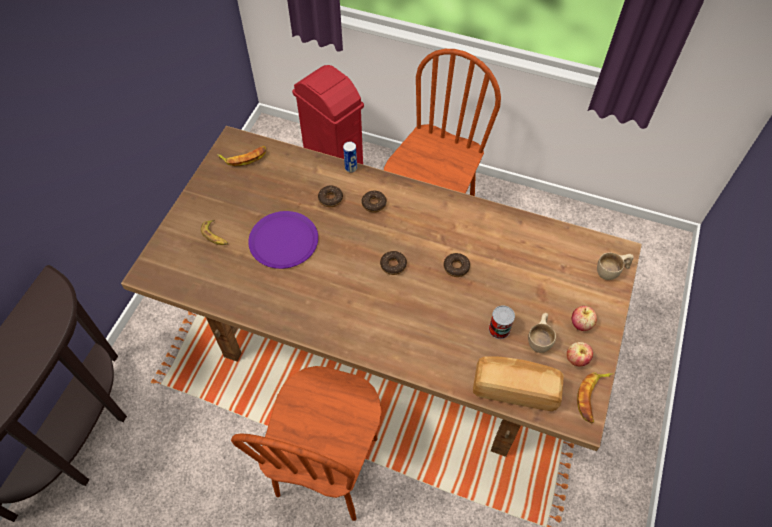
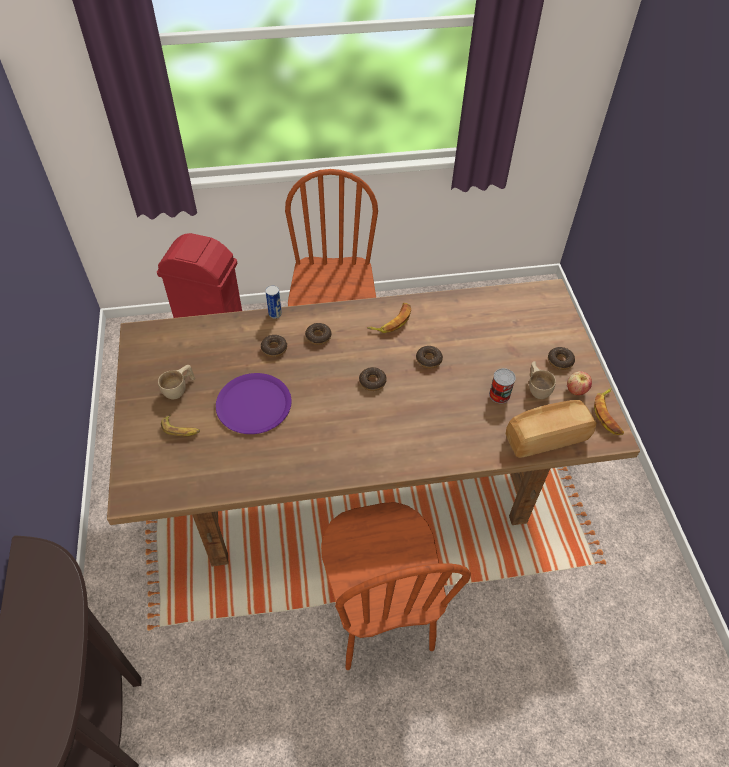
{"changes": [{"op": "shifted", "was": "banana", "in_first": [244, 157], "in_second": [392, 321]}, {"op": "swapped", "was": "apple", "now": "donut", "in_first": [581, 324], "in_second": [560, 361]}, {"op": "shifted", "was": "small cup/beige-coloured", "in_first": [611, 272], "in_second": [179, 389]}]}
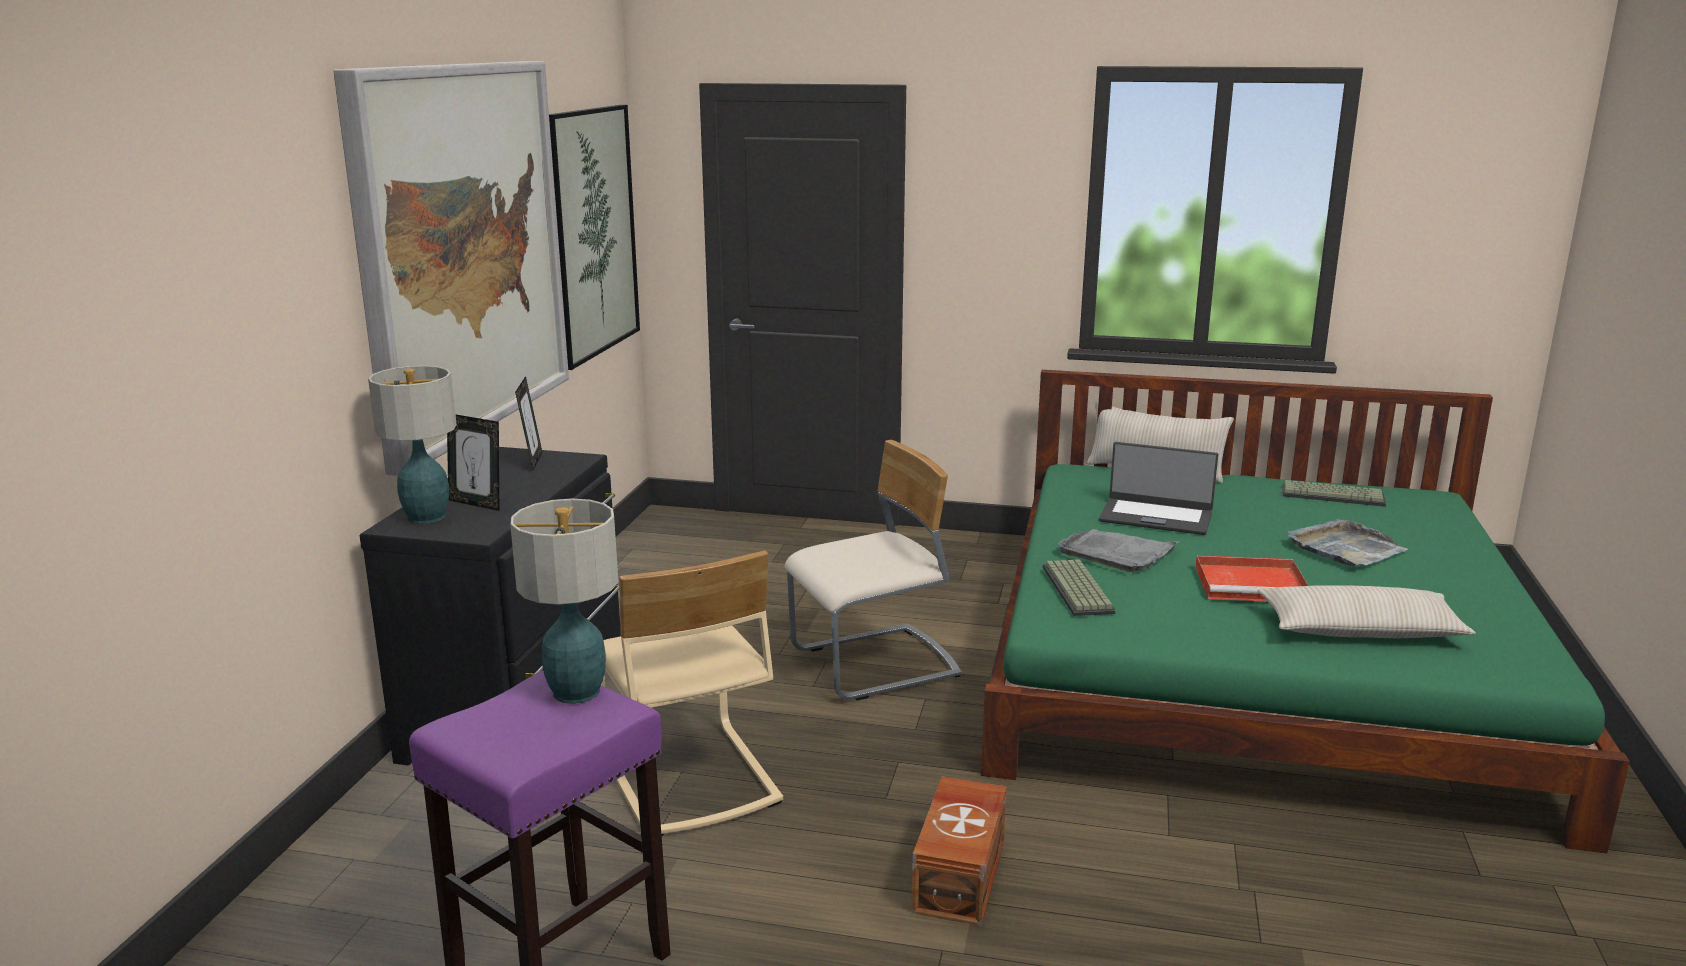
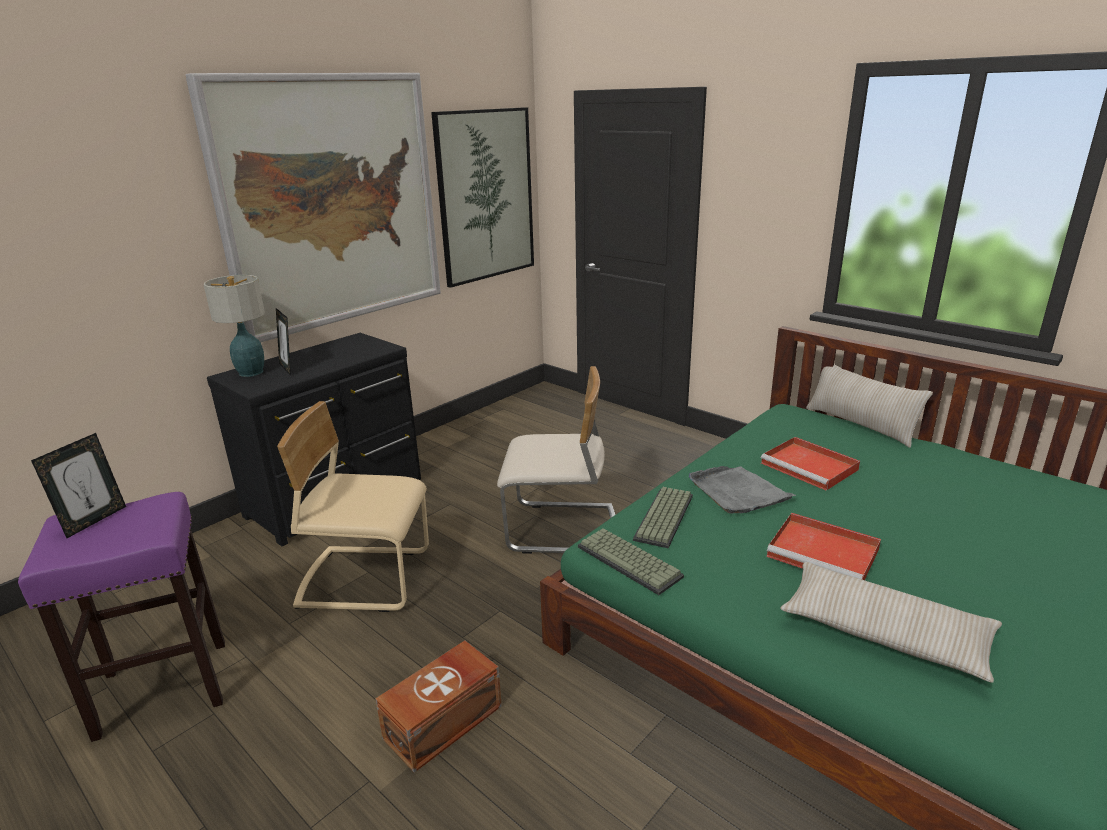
{"changes": [{"op": "gone", "was": "tabletop lamp", "in_first": [577, 692]}, {"op": "shifted", "was": "picture frame", "in_first": [532, 461], "in_second": [94, 520]}, {"op": "rotated", "was": "plain chair/beige-coloured", "in_first": [687, 779], "in_second": [365, 578], "clockwise": 90}, {"op": "swapped", "was": "notebook computer", "now": "carrying tray/red", "in_first": [1156, 517], "in_second": [811, 467]}, {"op": "shifted", "was": "computer keyboard", "in_first": [1333, 495], "in_second": [631, 561]}, {"op": "gone", "was": "carrying tray/greyish", "in_first": [1345, 548]}]}
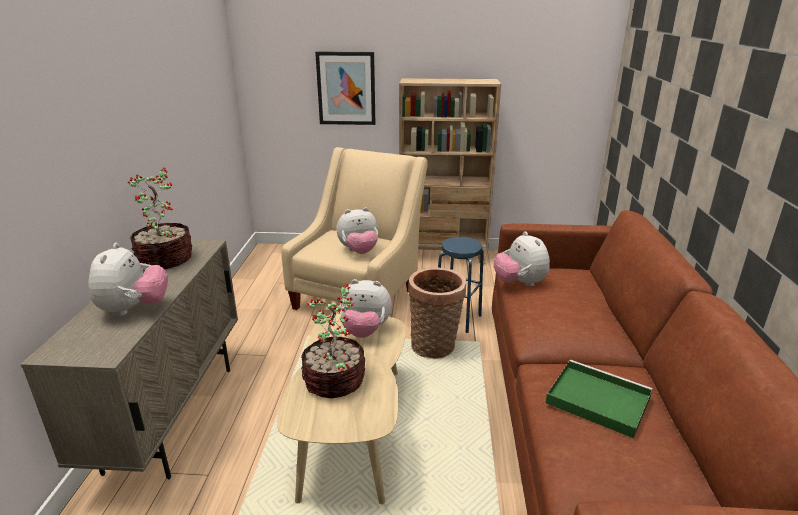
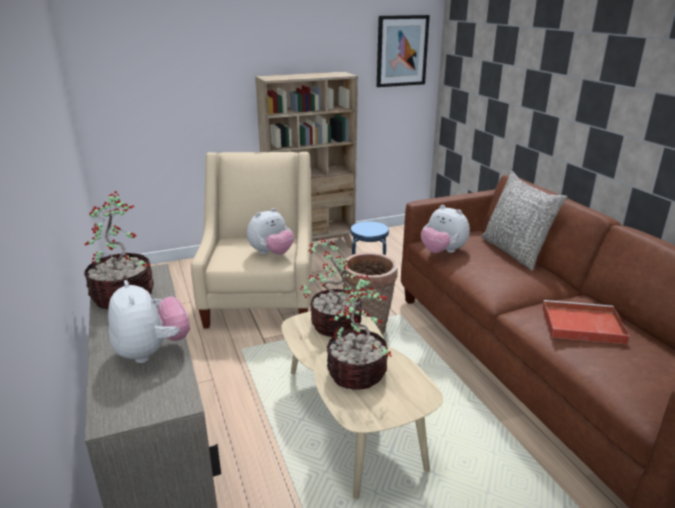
{"changes": [{"op": "shifted", "was": "wall picture", "in_first": [346, 88], "in_second": [402, 51]}, {"op": "swapped", "was": "soft toy", "now": "plant in a pot", "in_first": [365, 331], "in_second": [334, 324]}, {"op": "repainted", "was": "carrying tray/greenish", "now": "carrying tray/red", "in_first": [595, 400], "in_second": [580, 325]}, {"op": "new", "now": "pillow/greyish", "in_second": [515, 252]}]}
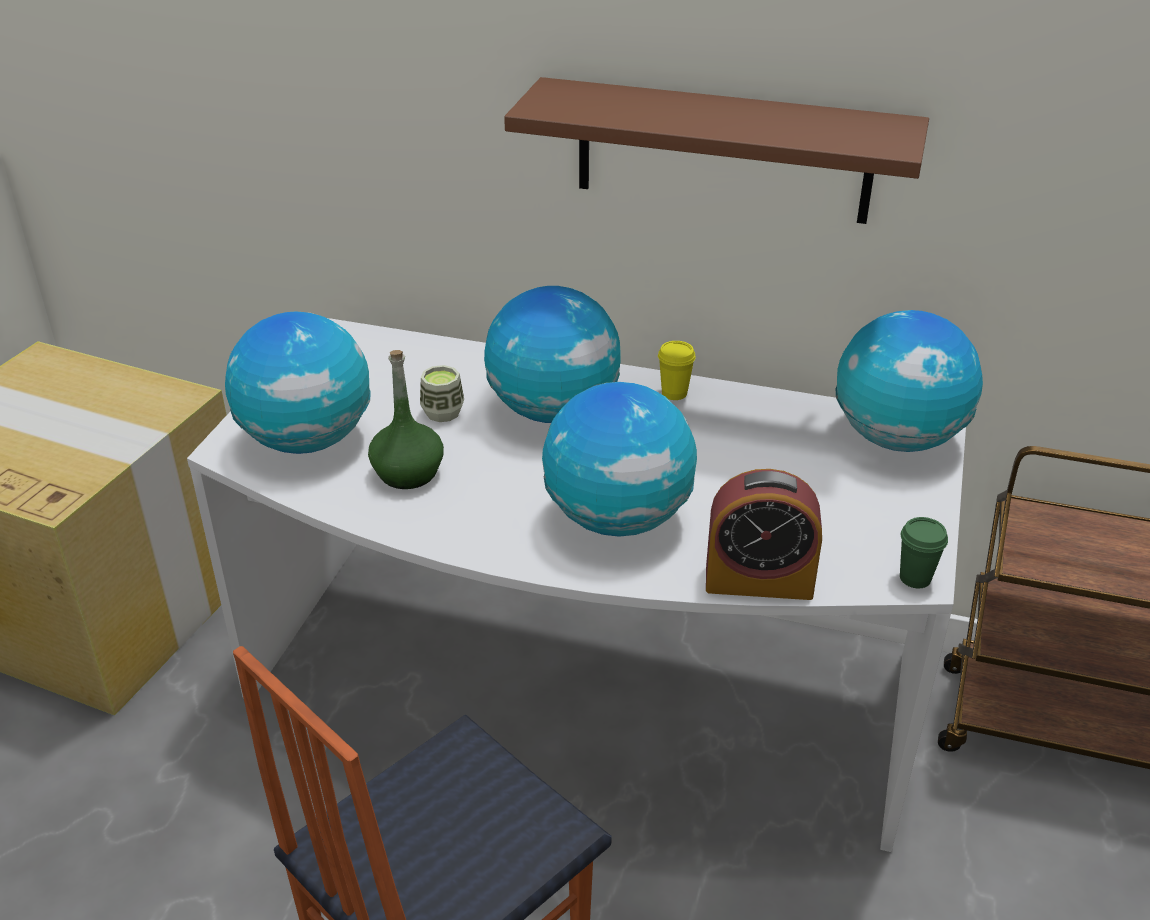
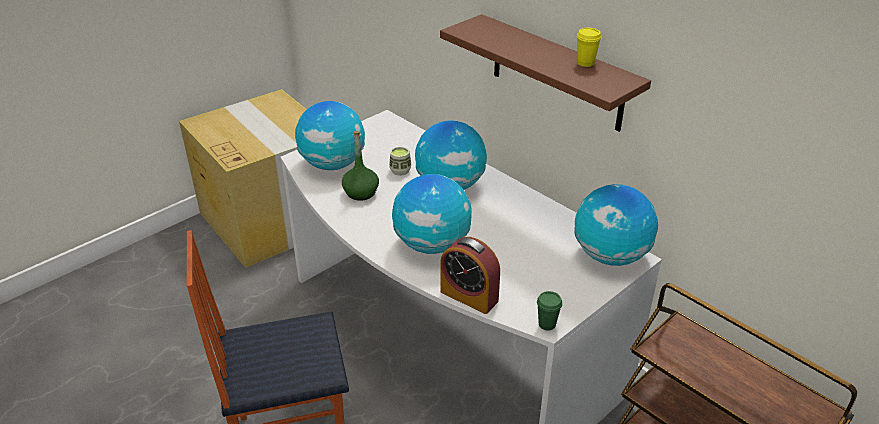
{"changes": [{"op": "shifted", "was": "small cup/yellow-coloured", "in_first": [674, 393], "in_second": [585, 63]}]}
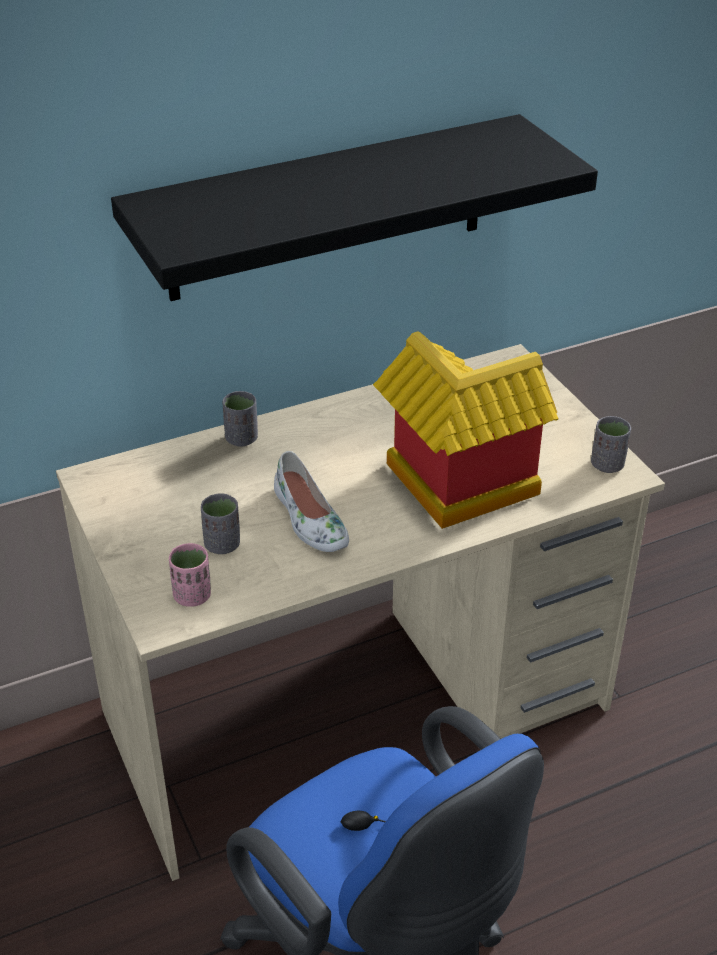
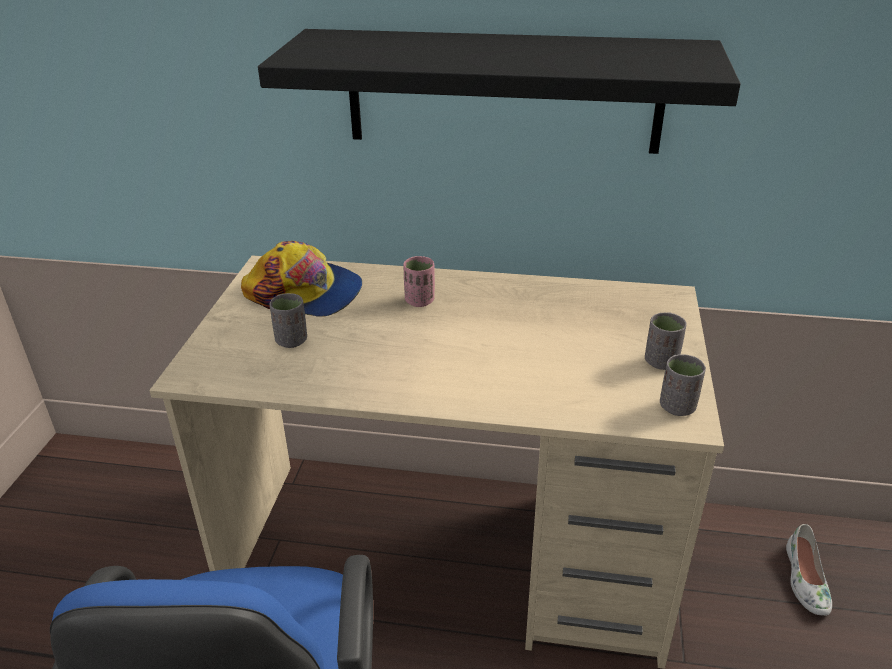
{"changes": [{"op": "shifted", "was": "small cup/pink-coloured", "in_first": [192, 596], "in_second": [420, 301]}, {"op": "shifted", "was": "small cup/greyish", "in_first": [241, 439], "in_second": [661, 362]}, {"op": "shifted", "was": "low shoe/white-coloured", "in_first": [309, 520], "in_second": [805, 579]}, {"op": "gone", "was": "miniature house", "in_first": [453, 489]}, {"op": "new", "now": "peaked cap", "in_second": [305, 293]}]}
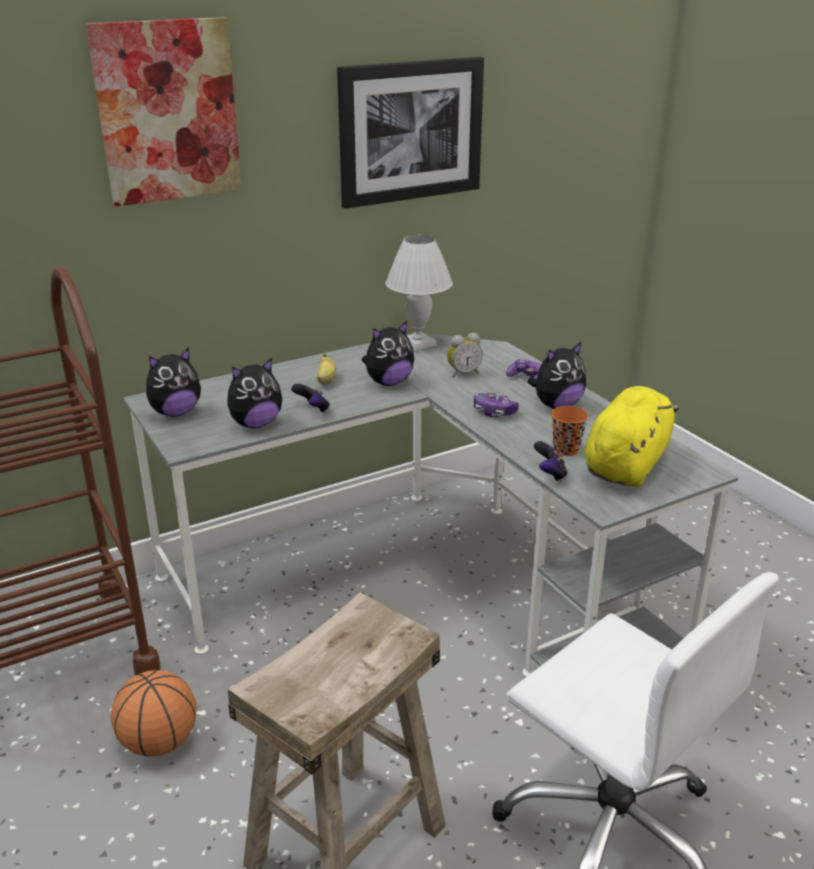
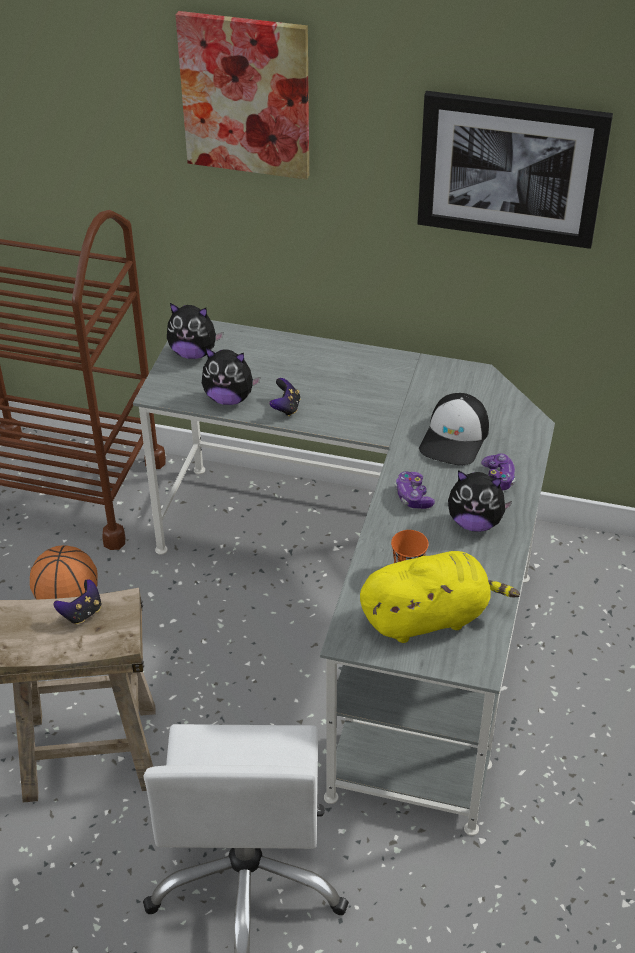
{"changes": [{"op": "gone", "was": "banana", "in_first": [326, 380]}, {"op": "gone", "was": "soft toy", "in_first": [388, 382]}, {"op": "gone", "was": "tabletop lamp/white-coloured", "in_first": [418, 344]}, {"op": "swapped", "was": "table clock", "now": "peaked cap", "in_first": [463, 373], "in_second": [455, 438]}, {"op": "shifted", "was": "game controller", "in_first": [550, 474], "in_second": [82, 613]}]}
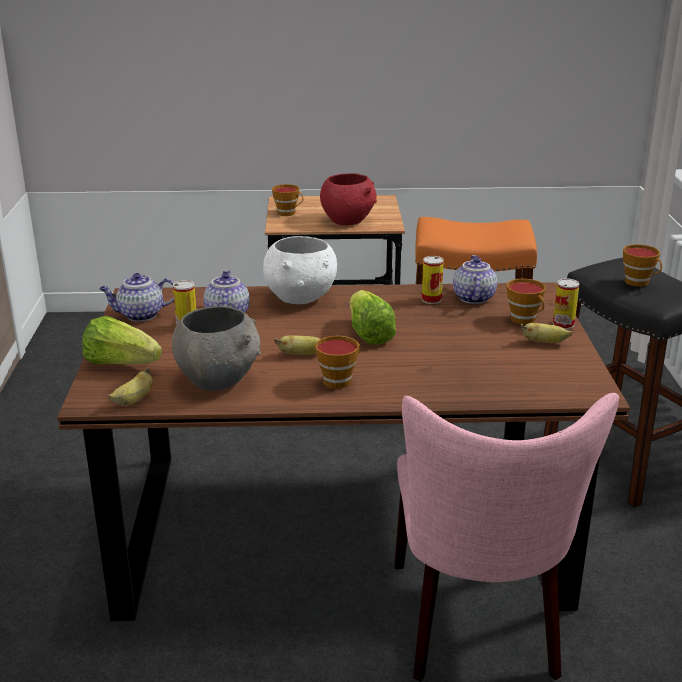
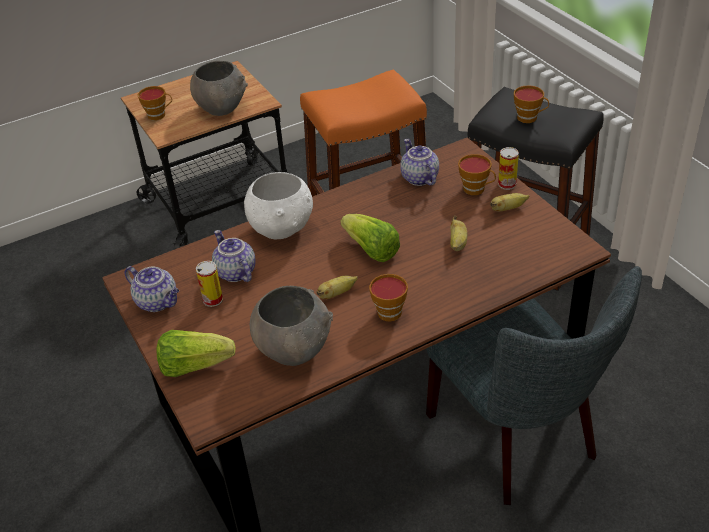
{"changes": [{"op": "rotated", "was": "teapot", "in_first": [140, 315], "in_second": [158, 302], "clockwise": -105}, {"op": "shifted", "was": "banana", "in_first": [134, 400], "in_second": [457, 243]}, {"op": "repainted", "was": "serving bowl/red", "now": "serving bowl/greyish", "in_first": [348, 221], "in_second": [221, 108]}, {"op": "repainted", "was": "plain chair/pink-coloured", "now": "plain chair/greyish", "in_first": [477, 627], "in_second": [519, 441]}, {"op": "gone", "was": "sealed can", "in_first": [431, 299]}]}
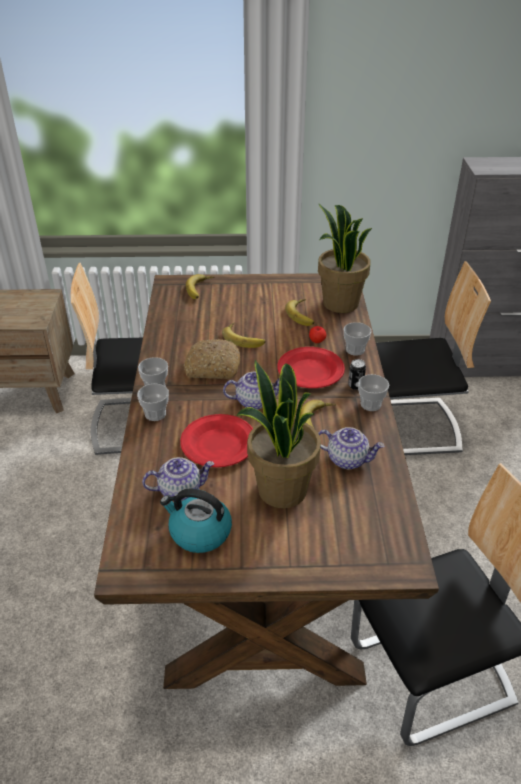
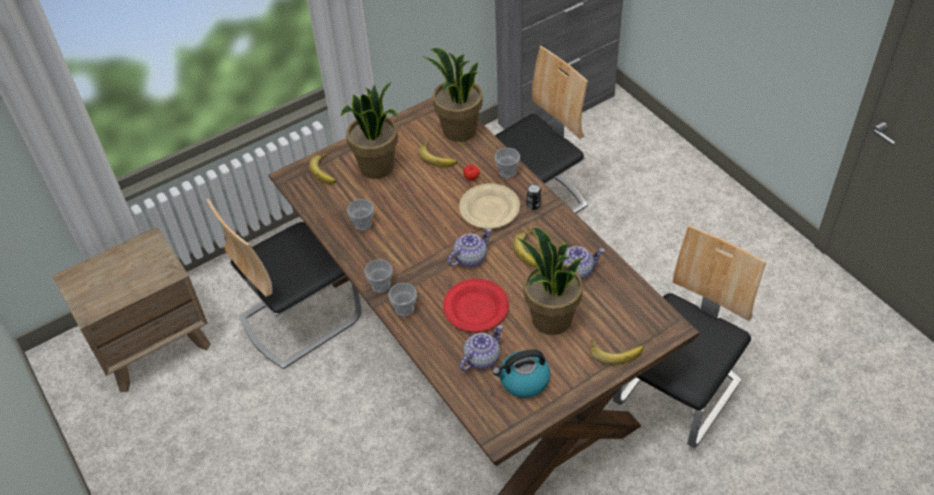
{"changes": [{"op": "gone", "was": "bakery bread", "in_first": [212, 367]}, {"op": "shifted", "was": "banana", "in_first": [244, 338], "in_second": [615, 351]}, {"op": "repainted", "was": "plate/red", "now": "plate/beige-coloured", "in_first": [310, 371], "in_second": [489, 209]}, {"op": "shifted", "was": "small cup", "in_first": [370, 404], "in_second": [363, 224]}, {"op": "new", "now": "plant in a pot", "in_second": [377, 167]}]}
